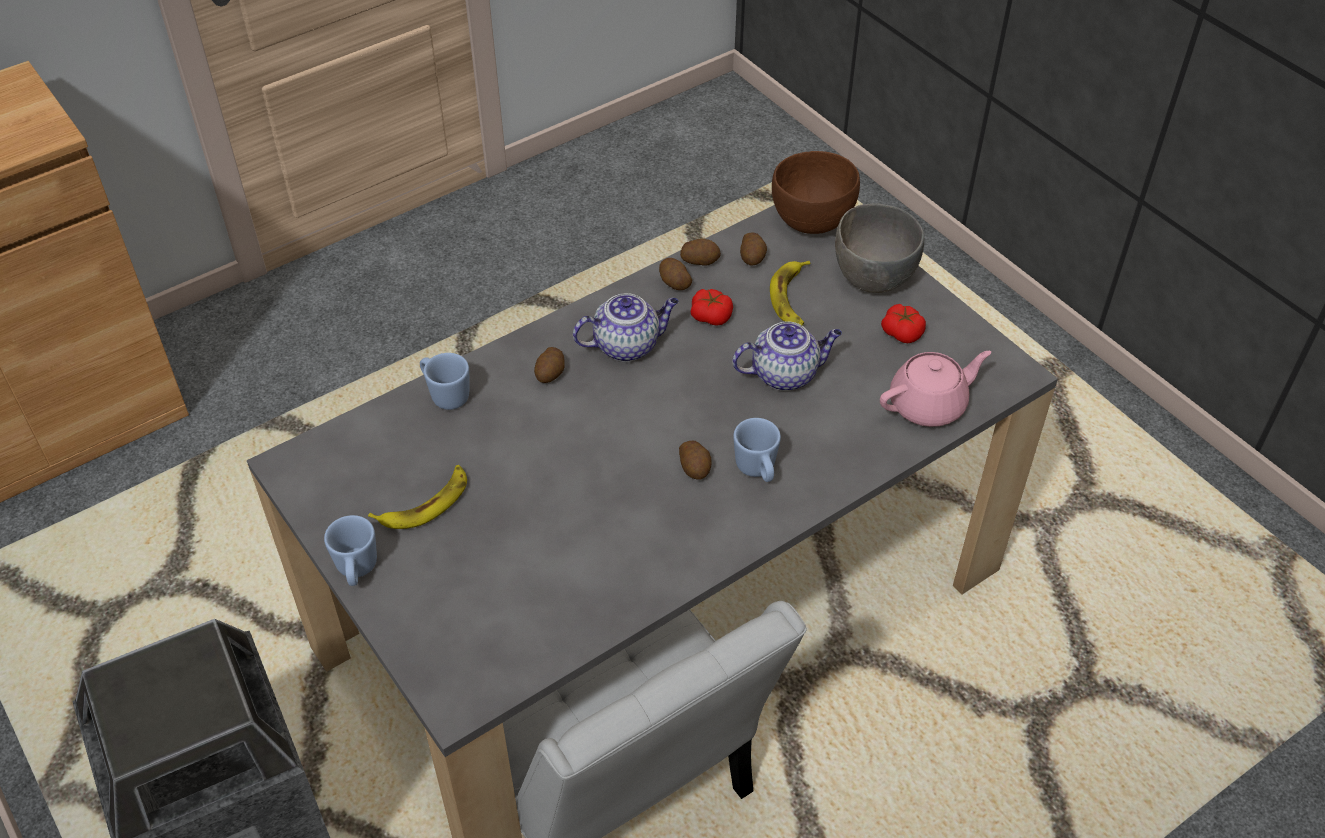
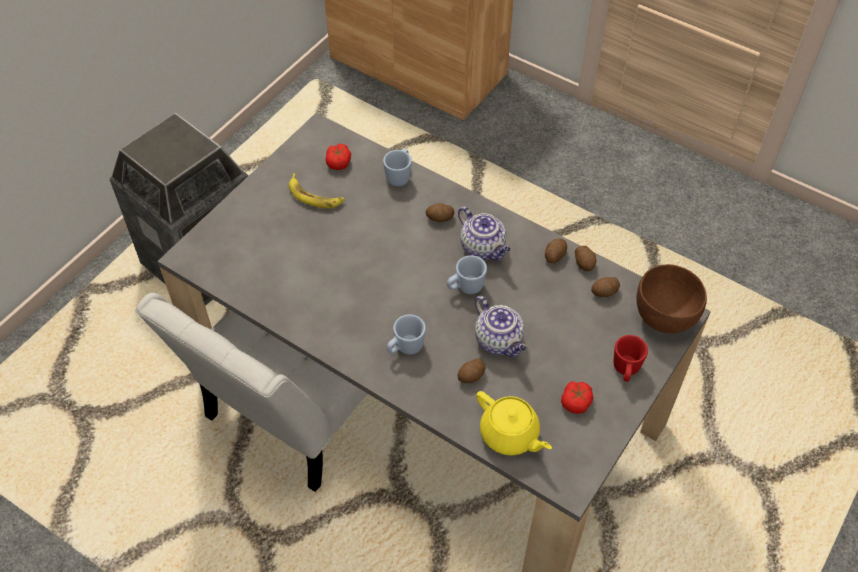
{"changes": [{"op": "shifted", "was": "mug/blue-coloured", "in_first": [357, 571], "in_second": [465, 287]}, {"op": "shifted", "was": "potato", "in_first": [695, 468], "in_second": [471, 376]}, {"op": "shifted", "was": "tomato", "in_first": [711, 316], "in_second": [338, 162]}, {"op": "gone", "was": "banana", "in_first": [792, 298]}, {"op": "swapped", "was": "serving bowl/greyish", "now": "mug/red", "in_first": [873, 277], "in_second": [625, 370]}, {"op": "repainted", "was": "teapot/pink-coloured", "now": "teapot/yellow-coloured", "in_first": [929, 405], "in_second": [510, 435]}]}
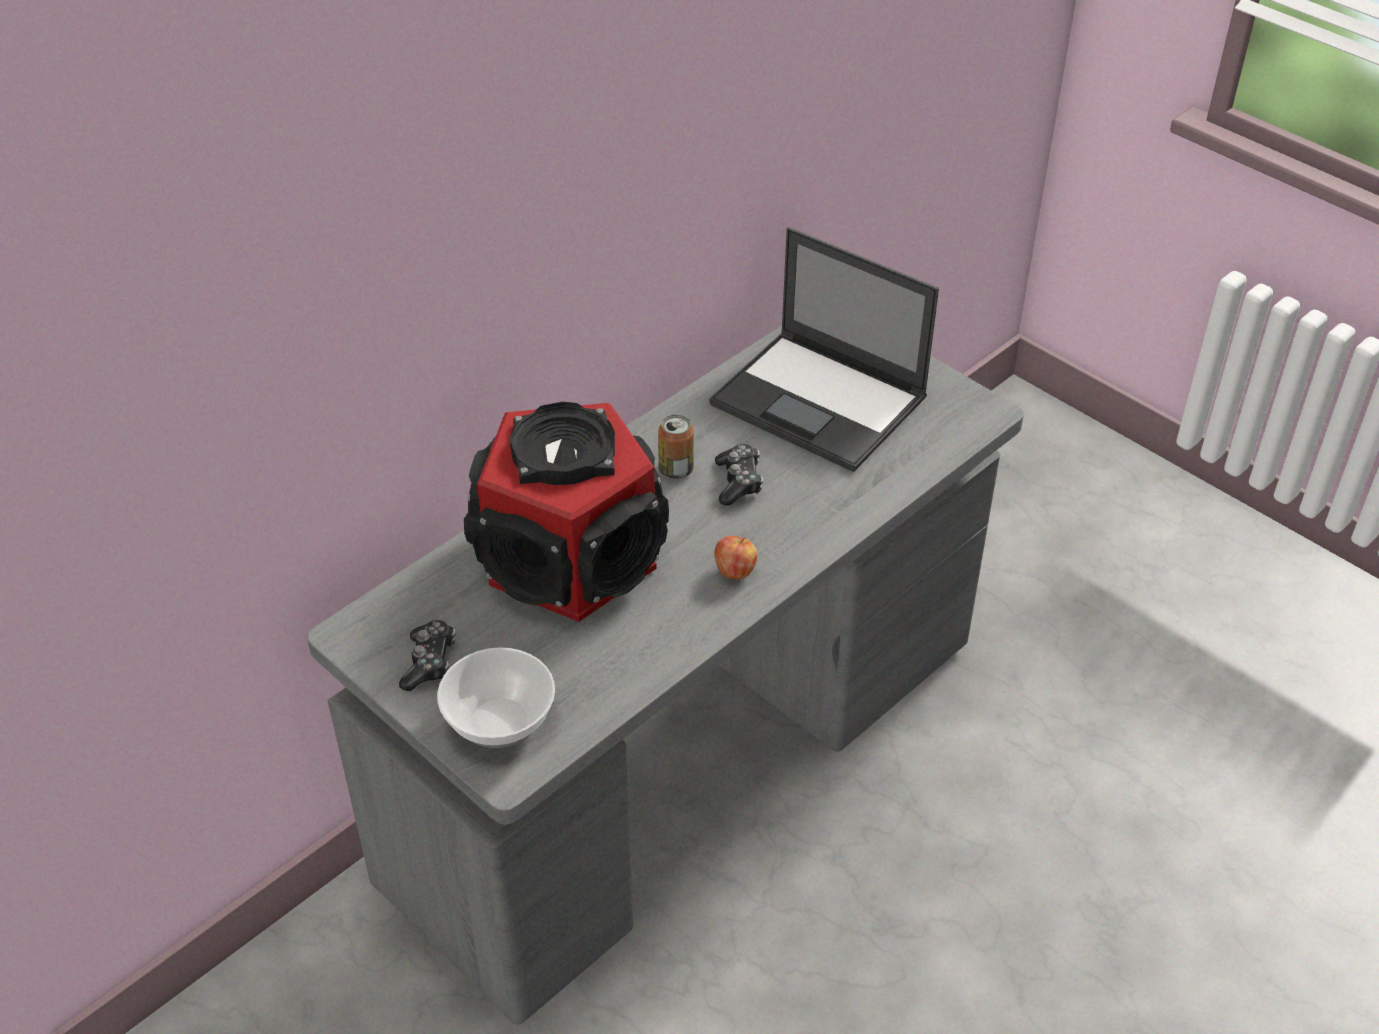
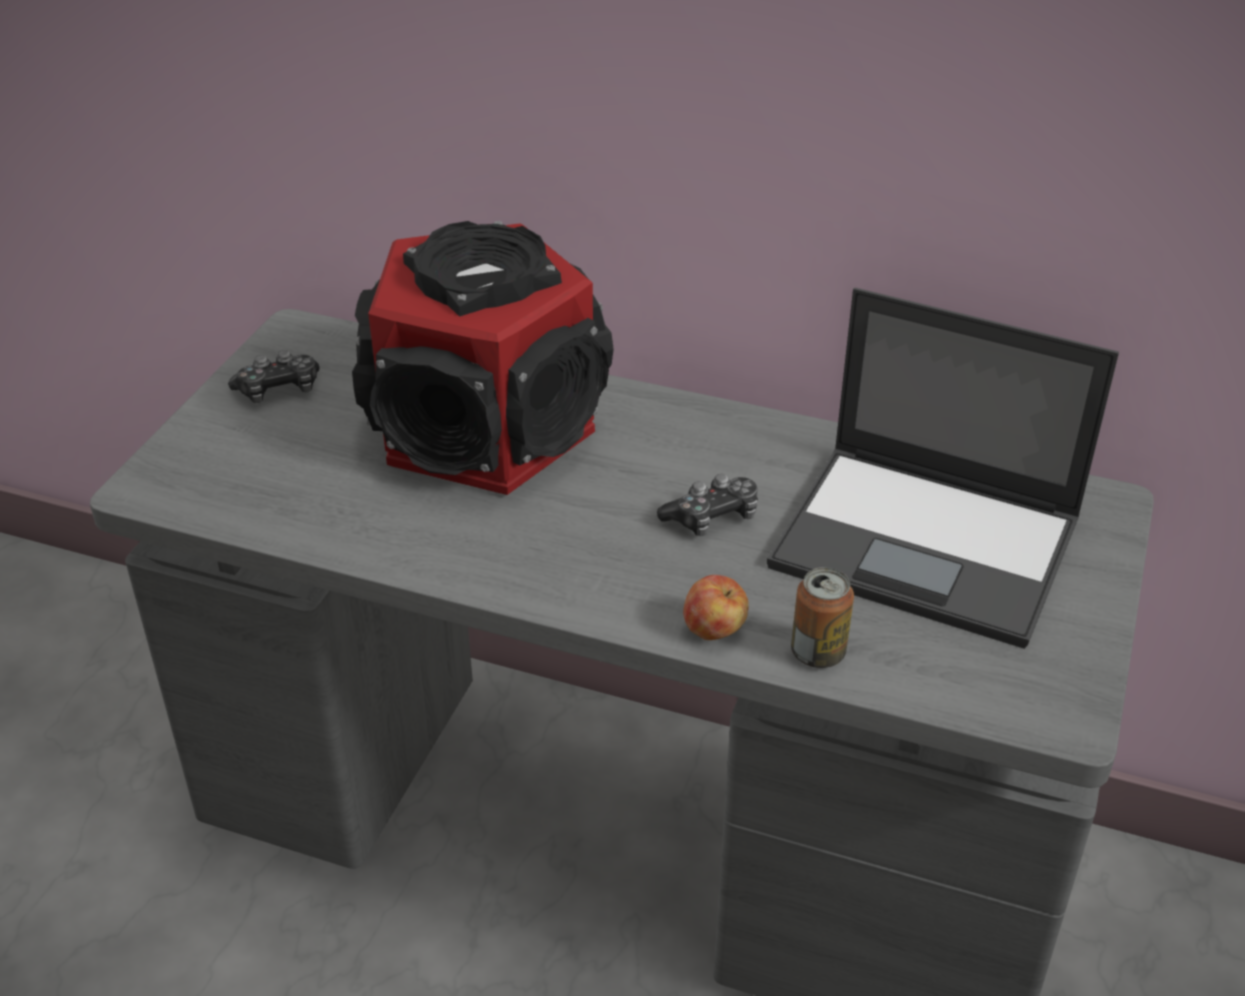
{"changes": [{"op": "gone", "was": "serving bowl", "in_first": [502, 723]}, {"op": "shifted", "was": "sealed can", "in_first": [676, 469], "in_second": [818, 653]}, {"op": "rotated", "was": "notebook computer", "in_first": [821, 402], "in_second": [929, 544], "clockwise": -75}, {"op": "shifted", "was": "apple", "in_first": [735, 572], "in_second": [714, 630]}]}
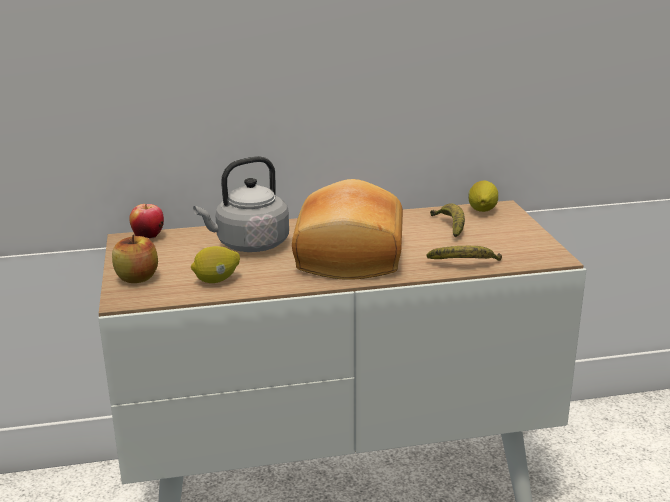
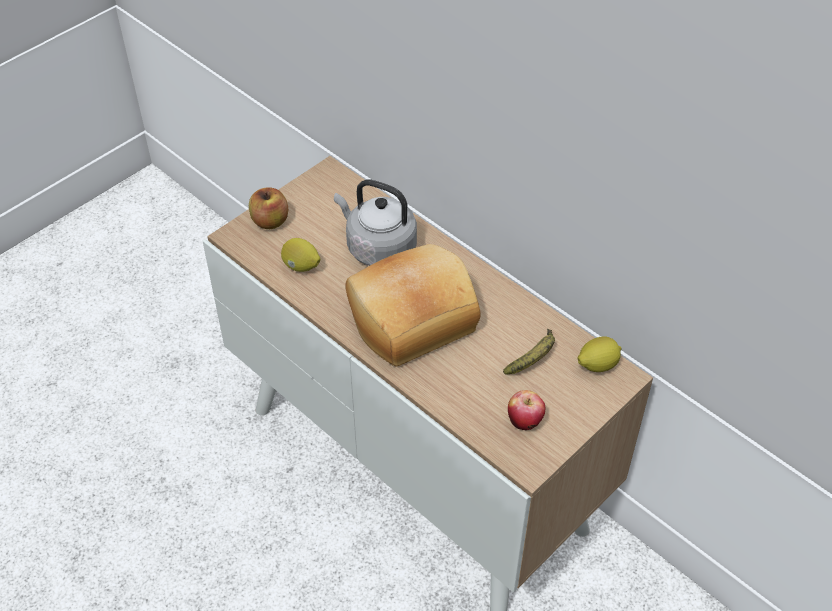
{"changes": [{"op": "shifted", "was": "apple", "in_first": [148, 237], "in_second": [524, 422]}, {"op": "gone", "was": "banana", "in_first": [465, 264]}]}
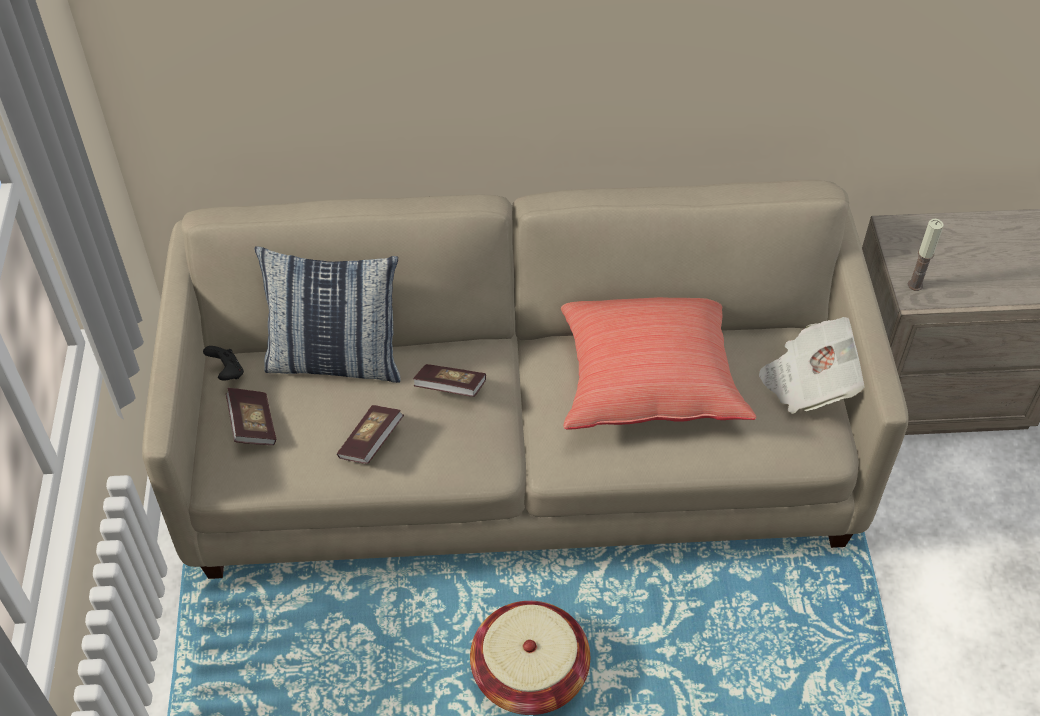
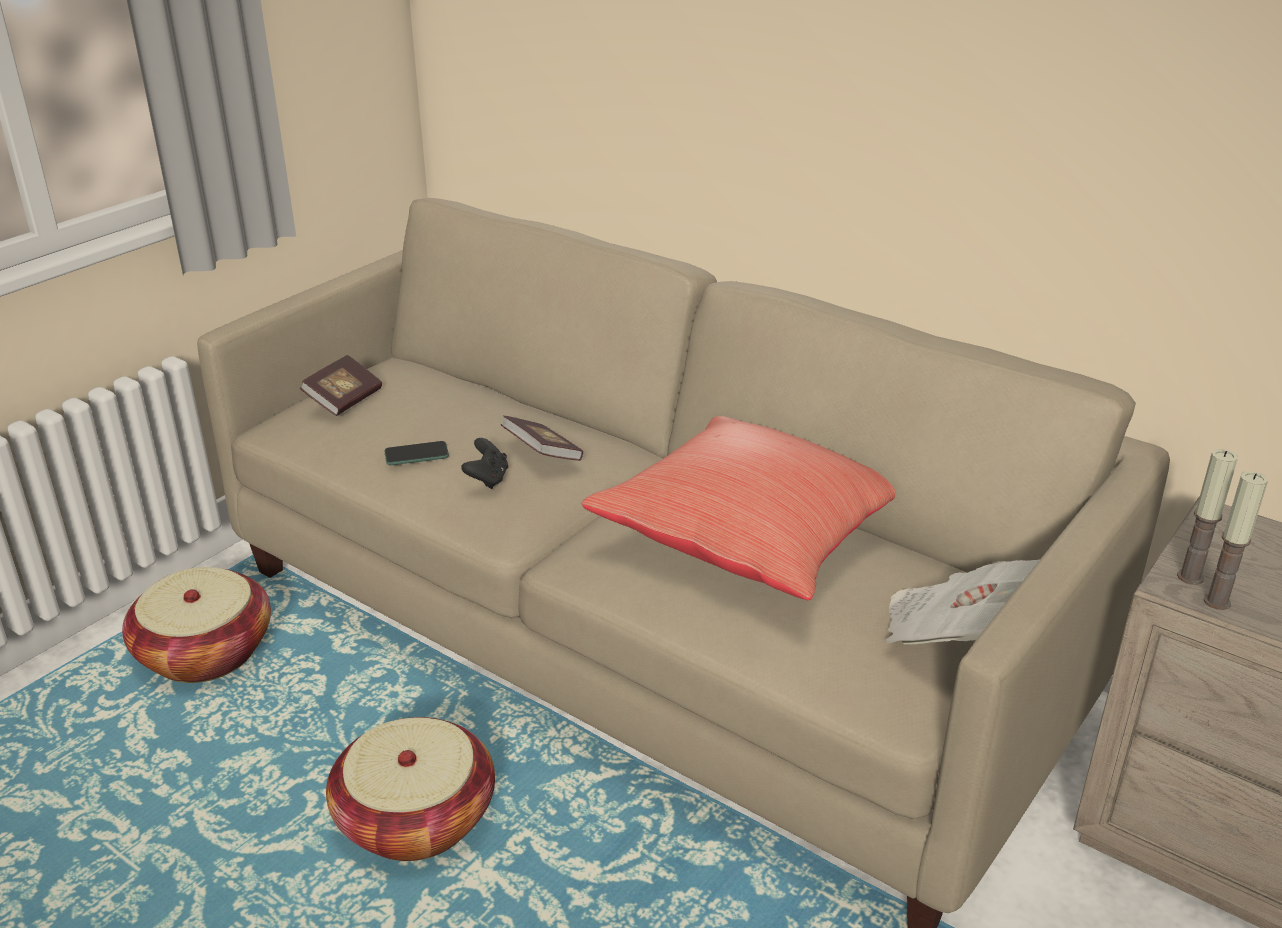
{"changes": [{"op": "shifted", "was": "game controller/black-coloured", "in_first": [227, 372], "in_second": [487, 479]}, {"op": "gone", "was": "pillow", "in_first": [336, 361]}, {"op": "swapped", "was": "volume", "now": "telephone", "in_first": [371, 442], "in_second": [416, 454]}, {"op": "new", "now": "storage basket", "in_second": [205, 653]}, {"op": "new", "now": "wax light", "in_second": [1217, 601]}]}
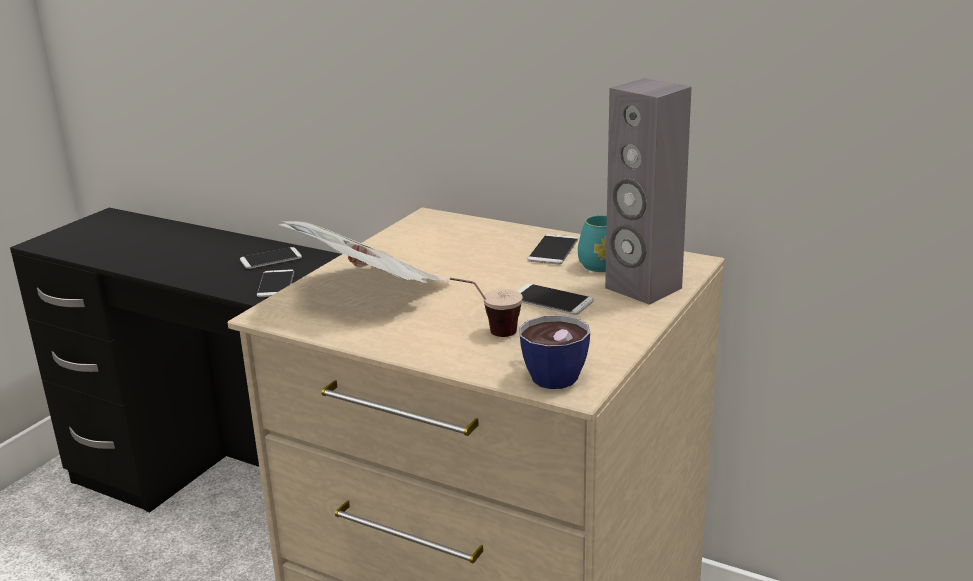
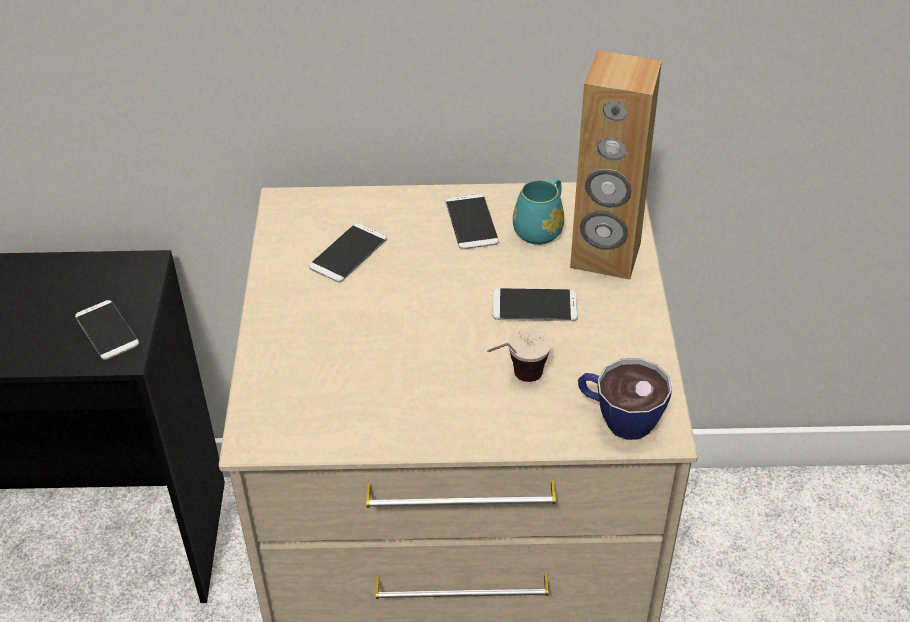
{"changes": [{"op": "shifted", "was": "telephone", "in_first": [271, 259], "in_second": [348, 253]}, {"op": "gone", "was": "newspaper", "in_first": [370, 292]}, {"op": "repainted", "was": "loudspeaker/greyish", "now": "loudspeaker/brown", "in_first": [642, 288], "in_second": [605, 256]}]}
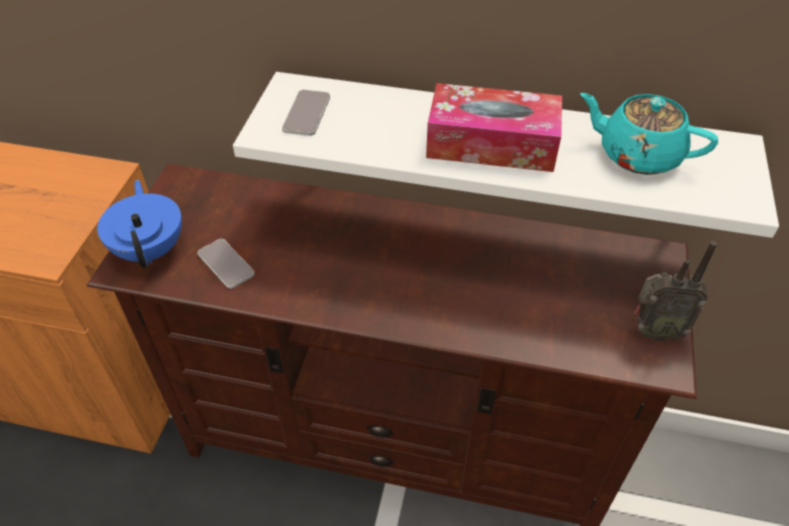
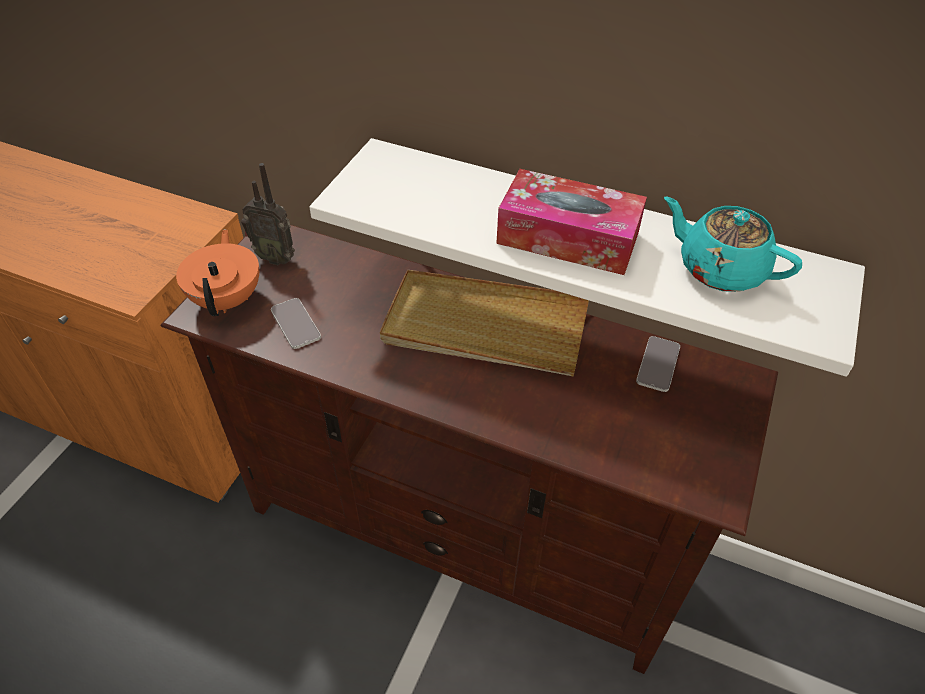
{"changes": [{"op": "repainted", "was": "teapot/blue-coloured", "now": "teapot/orange", "in_first": [151, 249], "in_second": [228, 299]}, {"op": "shifted", "was": "telephone", "in_first": [306, 113], "in_second": [658, 364]}, {"op": "shifted", "was": "radio", "in_first": [654, 331], "in_second": [276, 257]}, {"op": "new", "now": "carrying tray/beige-coloured", "in_second": [484, 327]}]}
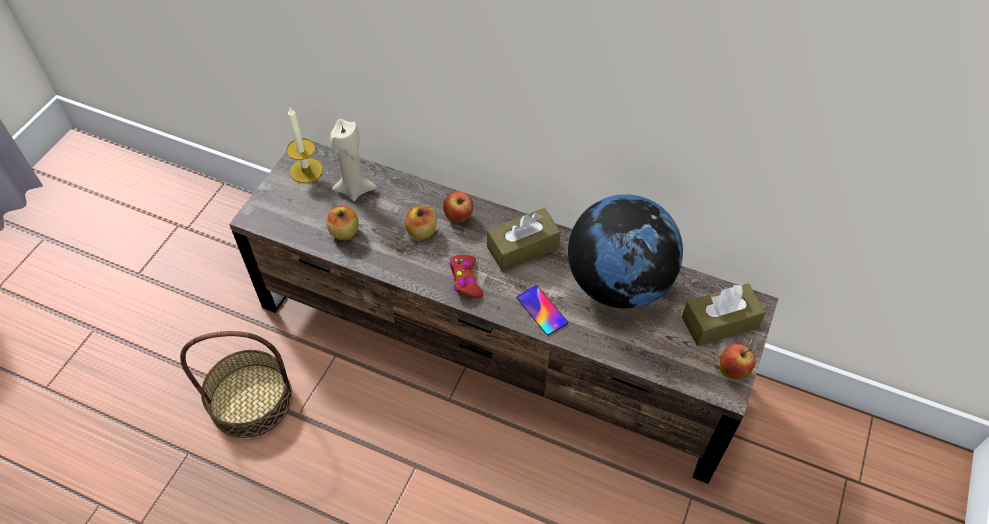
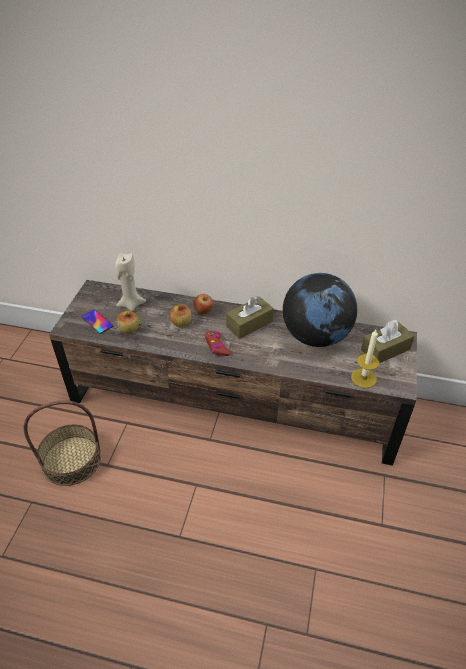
{"changes": [{"op": "shifted", "was": "wax light", "in_first": [306, 170], "in_second": [363, 378]}, {"op": "shifted", "was": "telephone", "in_first": [541, 310], "in_second": [97, 321]}, {"op": "gone", "was": "apple", "in_first": [733, 370]}]}
